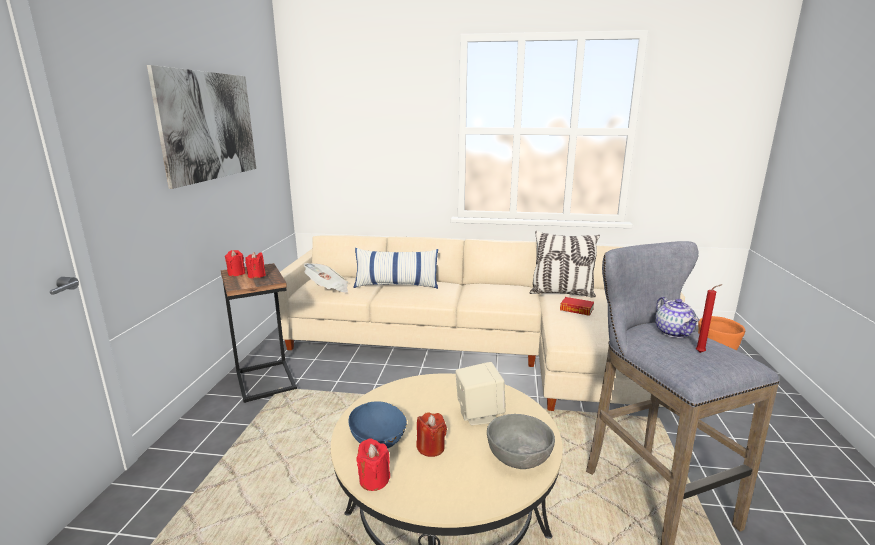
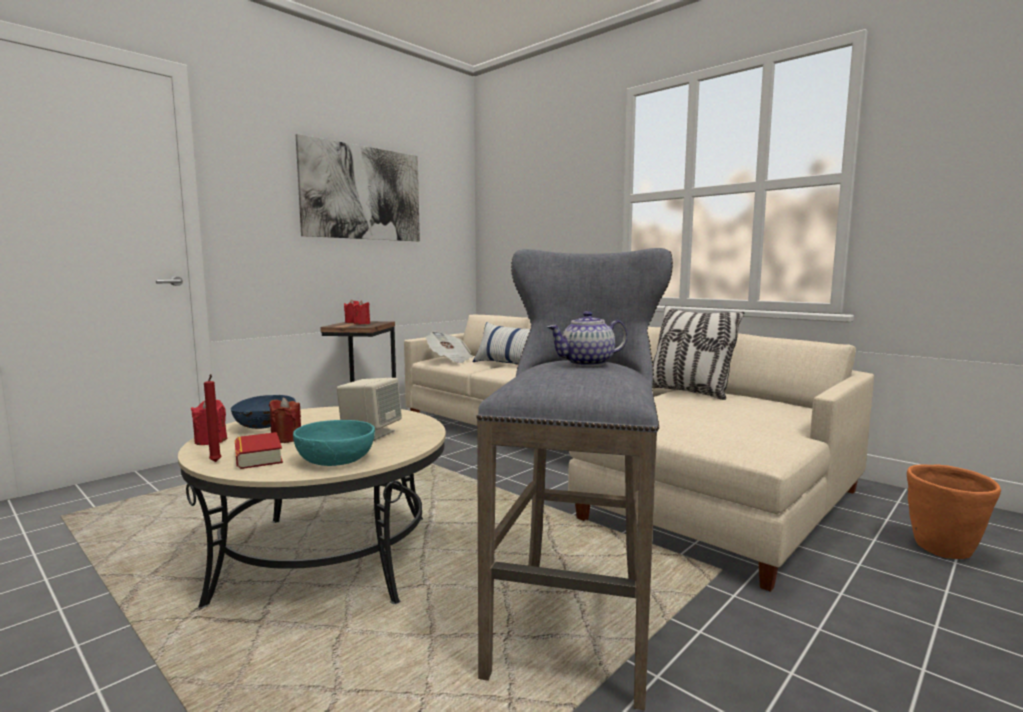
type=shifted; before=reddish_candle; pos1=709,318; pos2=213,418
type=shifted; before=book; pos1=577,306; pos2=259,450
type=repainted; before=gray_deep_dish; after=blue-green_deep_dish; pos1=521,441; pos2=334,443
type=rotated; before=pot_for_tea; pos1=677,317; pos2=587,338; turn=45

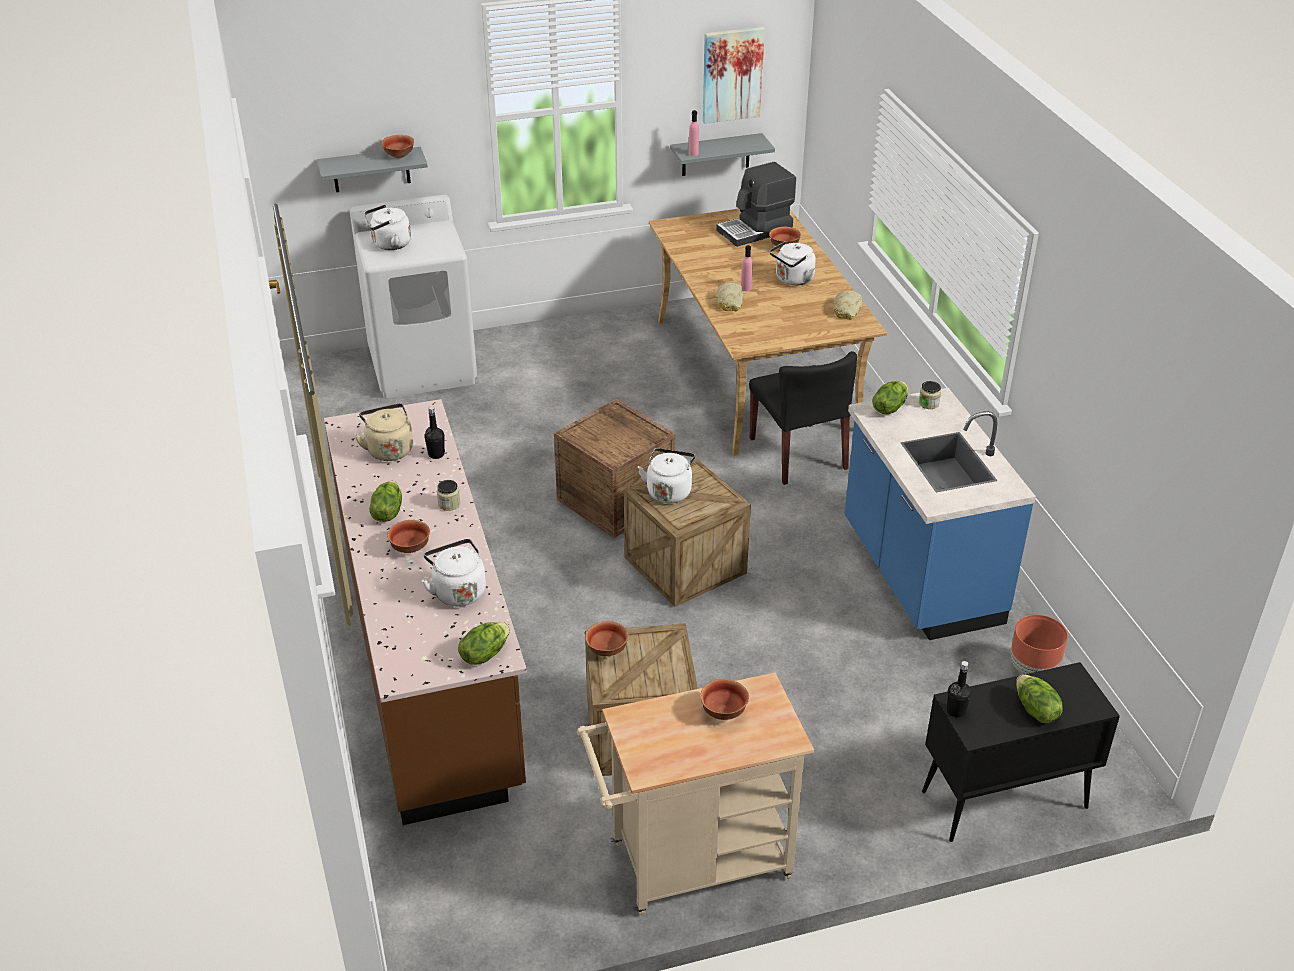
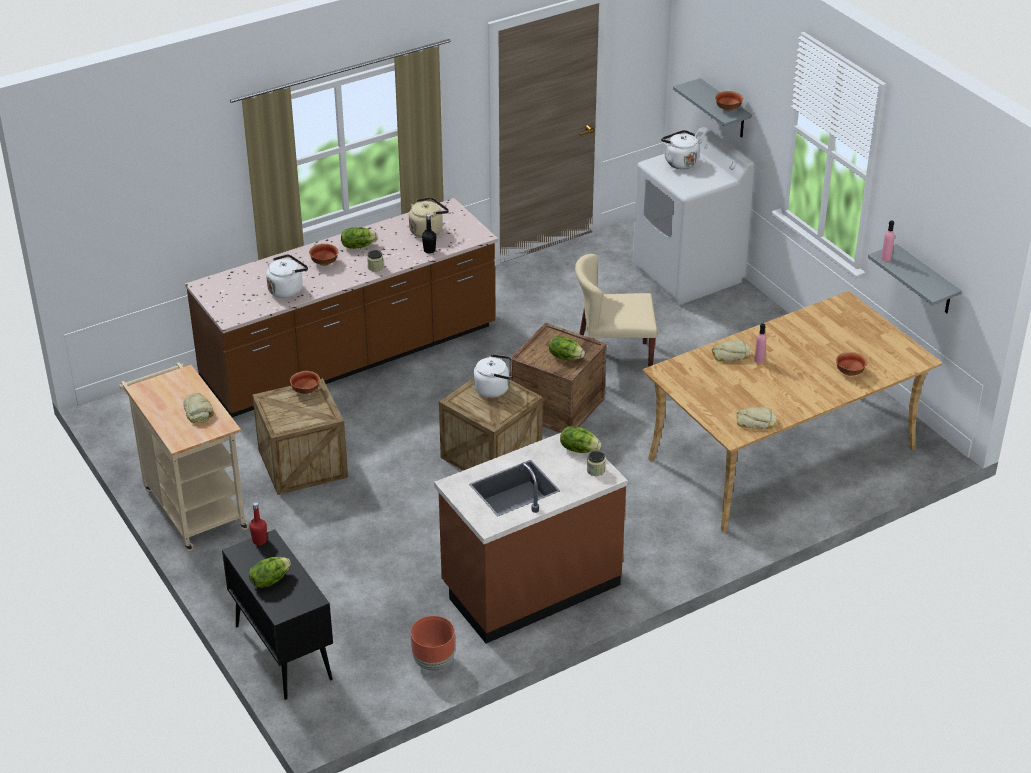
type=swapped; before=deep_dish; after=bread; pos1=724,699; pos2=198,408
type=repainted; before=black-coloured_beverage_bottle; after=reddish_beverage_bottle; pos1=959,689; pos2=258,523
type=repainted; before=blue-coloured_counter; after=brown-coloured_counter; pos1=940,514; pos2=531,537
type=shifted; before=lettuce_head; pos1=484,643; pos2=567,348
type=new; after=sand-coloured_chair; pos2=616,310
type=gone; before=wall_art; pos1=733,75
type=gone; before=coffee_maker; pos1=756,204
type=gone; before=black-coloured_chair; pos1=803,418
type=gone; before=white_tea_kettle; pos1=793,263

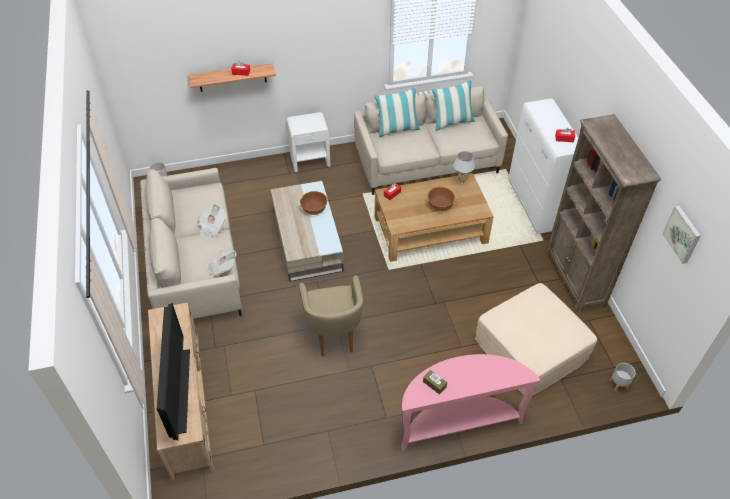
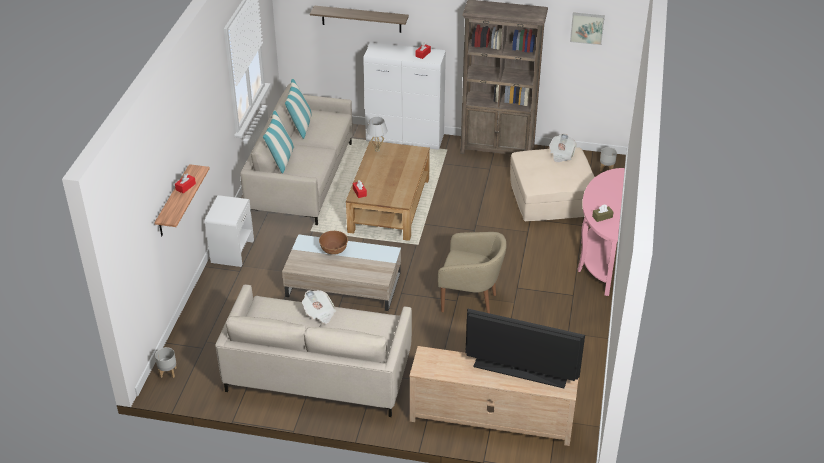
type=new; after=wall_shelf; pos2=359,19
type=shifted; before=printed_paper; pos1=221,262; pos2=563,147
type=gone; before=brown-coloured_deep_dish; pos1=441,199

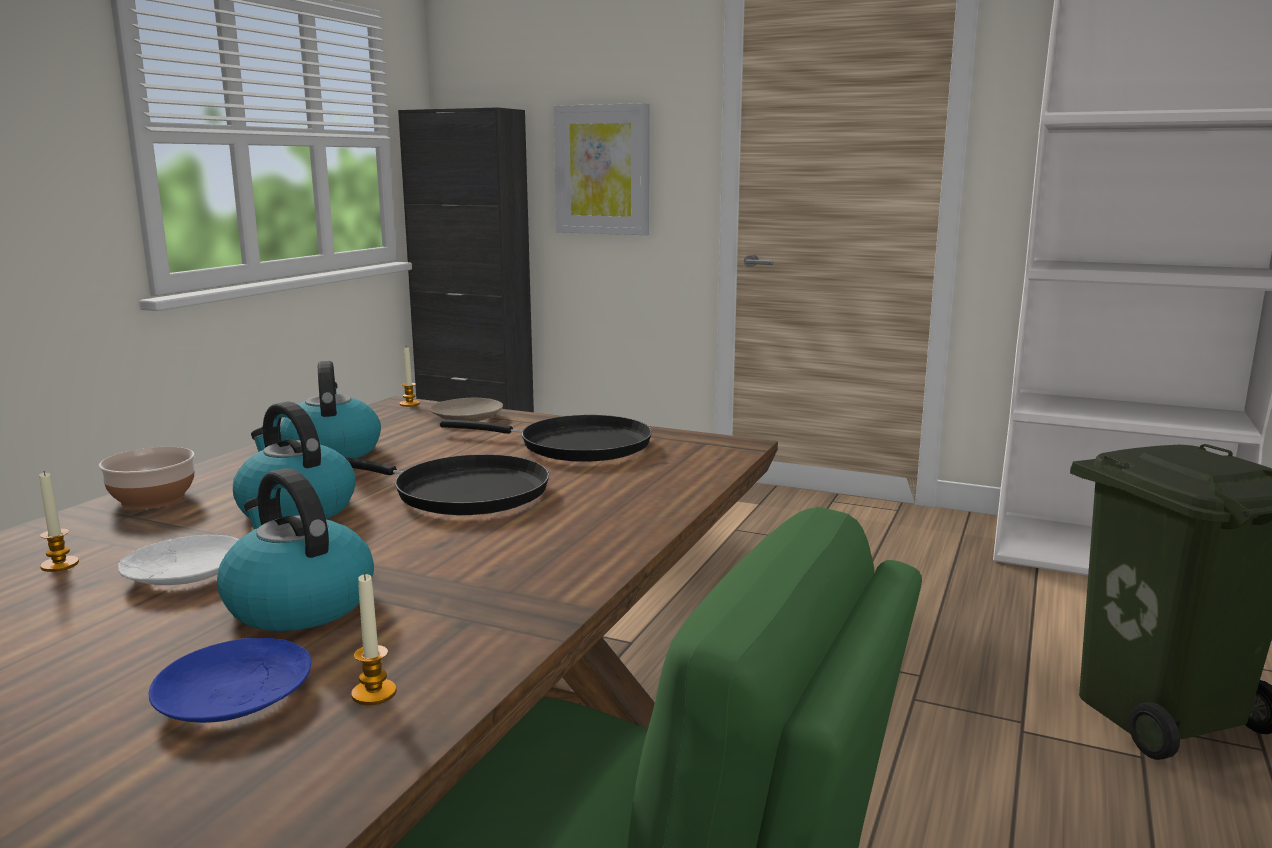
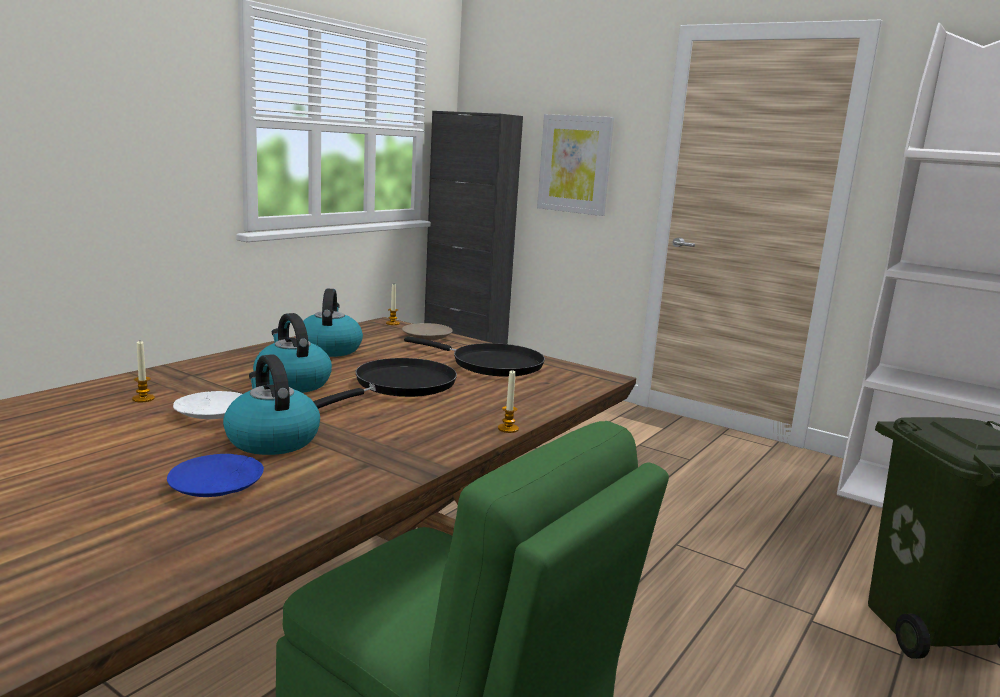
type=rotated; before=black-coloured_frying_pan; pos1=447,484; pos2=385,383; turn=-90
type=shifted; before=candle; pos1=374,639; pos2=508,401
type=gone; before=deep_dish; pos1=147,478

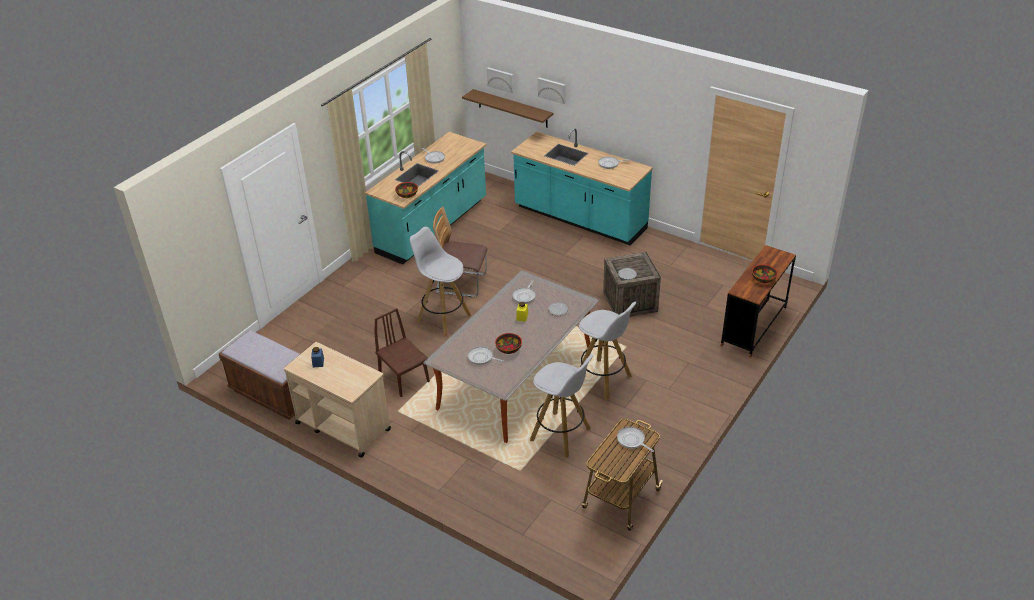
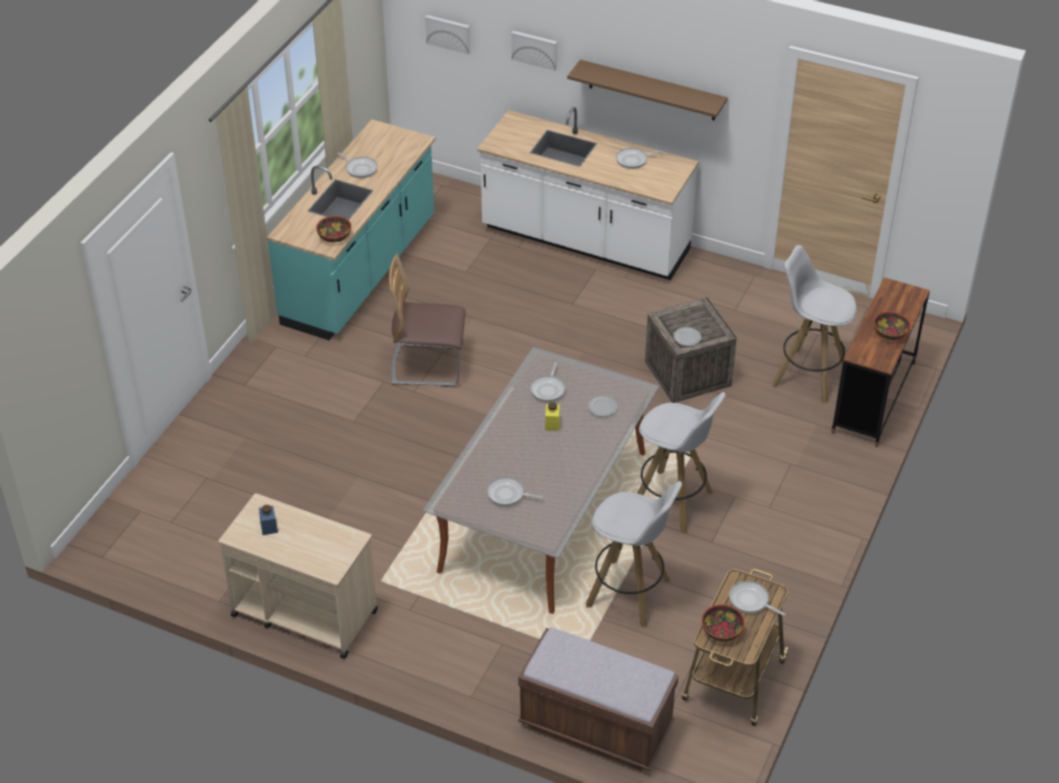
type=repainted; before=blue-green_counter; after=white_counter; pos1=582,187; pos2=588,193
type=shifted; before=brown-coloured_long_seat; pos1=259,375; pos2=598,699
type=shifted; before=brown-coloured_wall_shelf; pos1=507,108; pos2=647,90
type=shifted; before=deep_dish; pos1=508,343; pos2=723,623
type=shifted; before=white_sitting_stool; pos1=440,282; pos2=815,324
type=gone; before=brown-coloured_chair; pos1=402,352

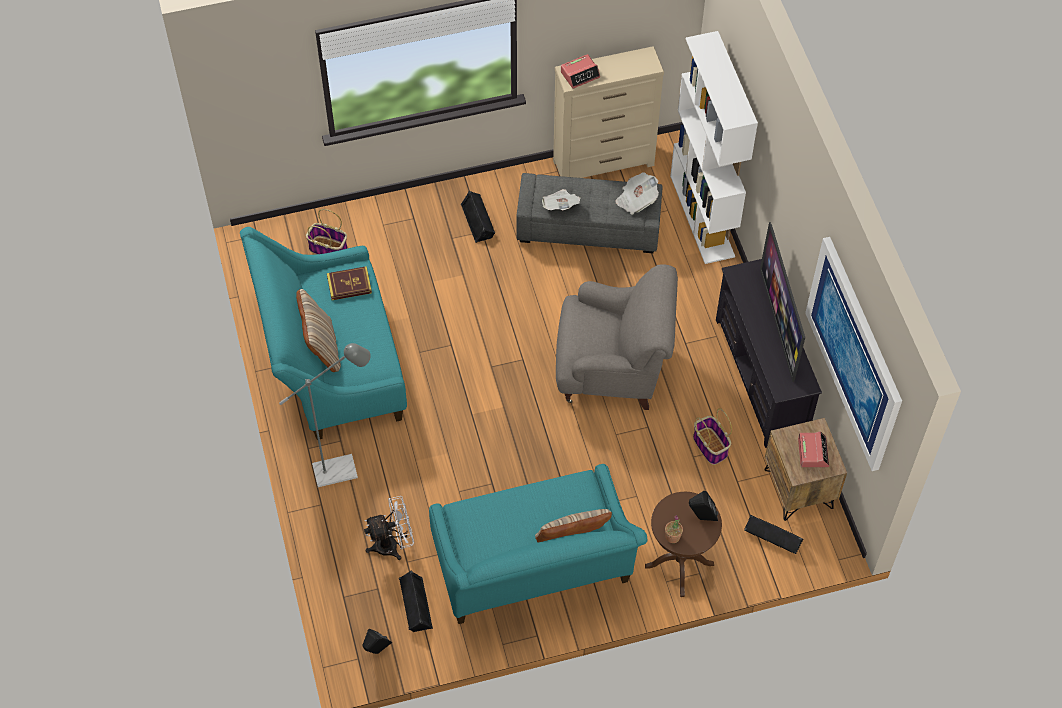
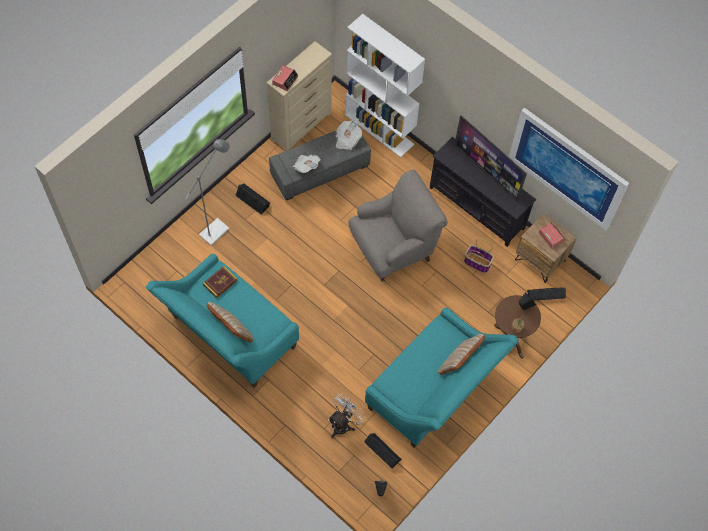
type=shifted; before=gray_standard_lamp; pos1=325,415; pos2=207,192
type=gone; before=household_basket; pos1=327,231

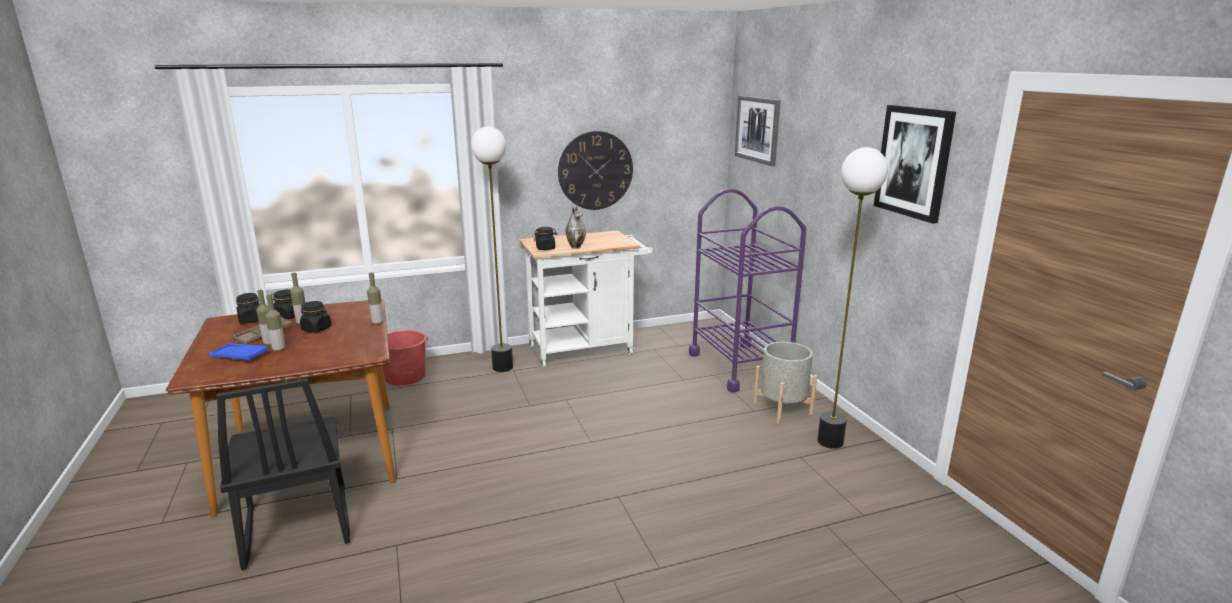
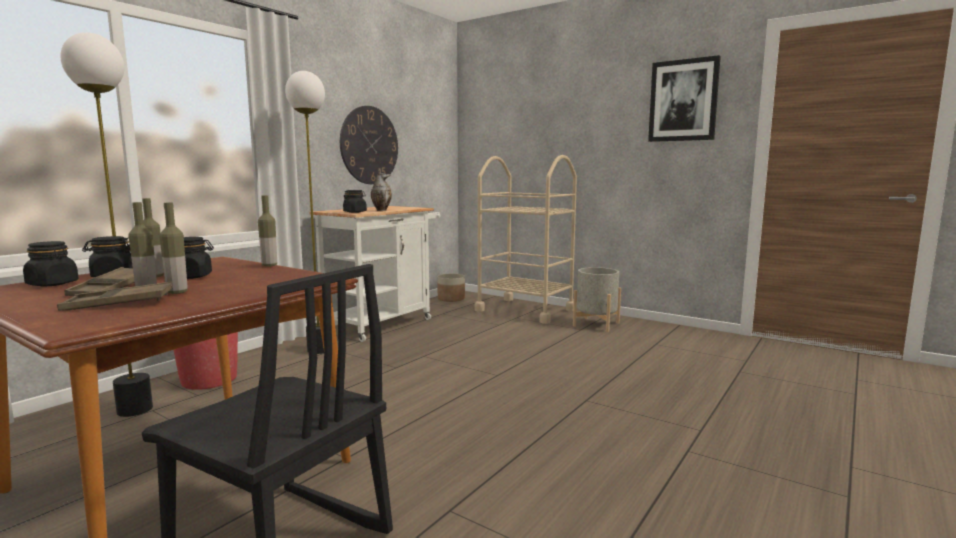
type=repainted; before=blue-coloured_carrying_tray; after=brown-coloured_carrying_tray; pos1=238,352; pos2=115,296
type=shifted; before=standard_lamp; pos1=852,298; pos2=106,224
type=new; after=plant_pot; pos2=451,288
type=repainted; before=purple_wheeled_cart; after=sand-coloured_wheeled_cart; pos1=747,290; pos2=525,239
type=gone; before=wall_art; pos1=758,131

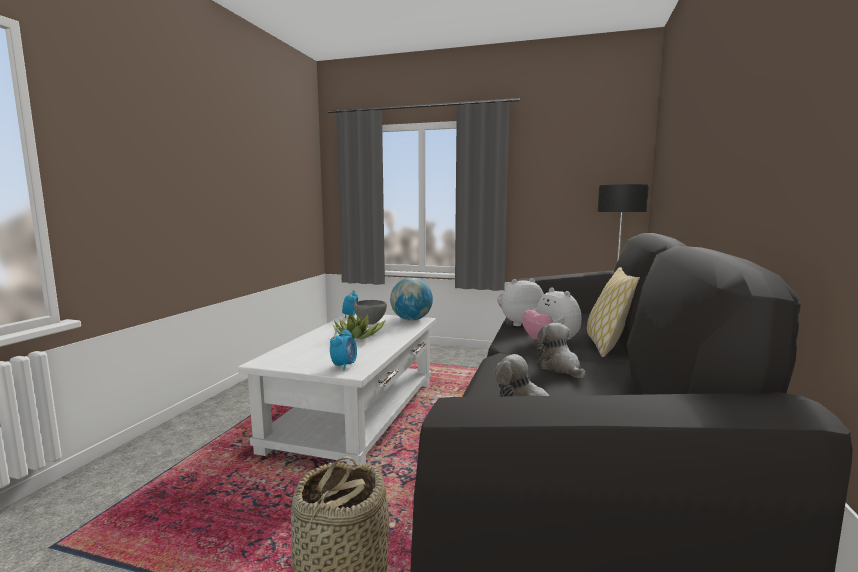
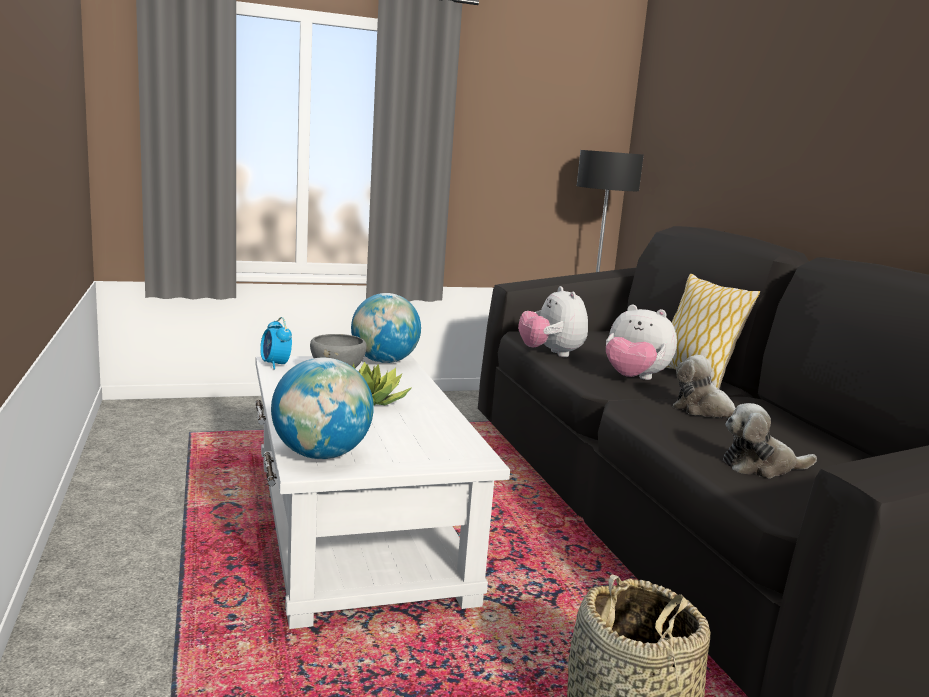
type=new; after=desk_globe; pos2=322,408
type=rotated; before=soft_toy; pos1=520,302; pos2=553,321; turn=-60
type=gone; before=alarm_clock; pos1=343,349

